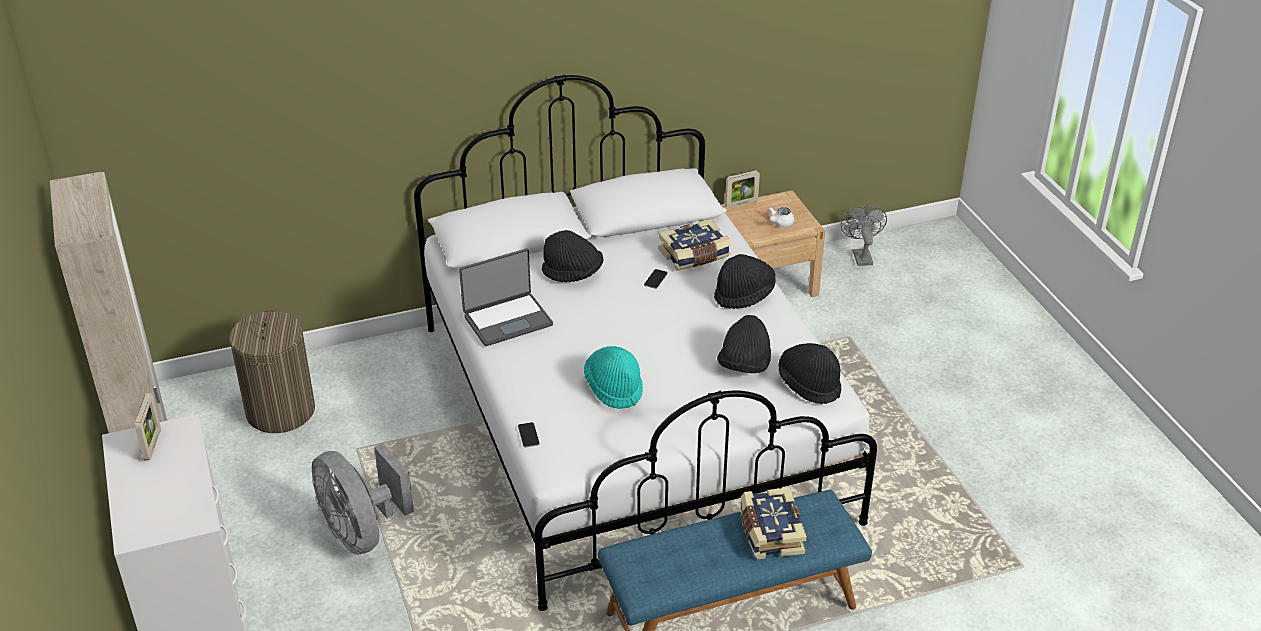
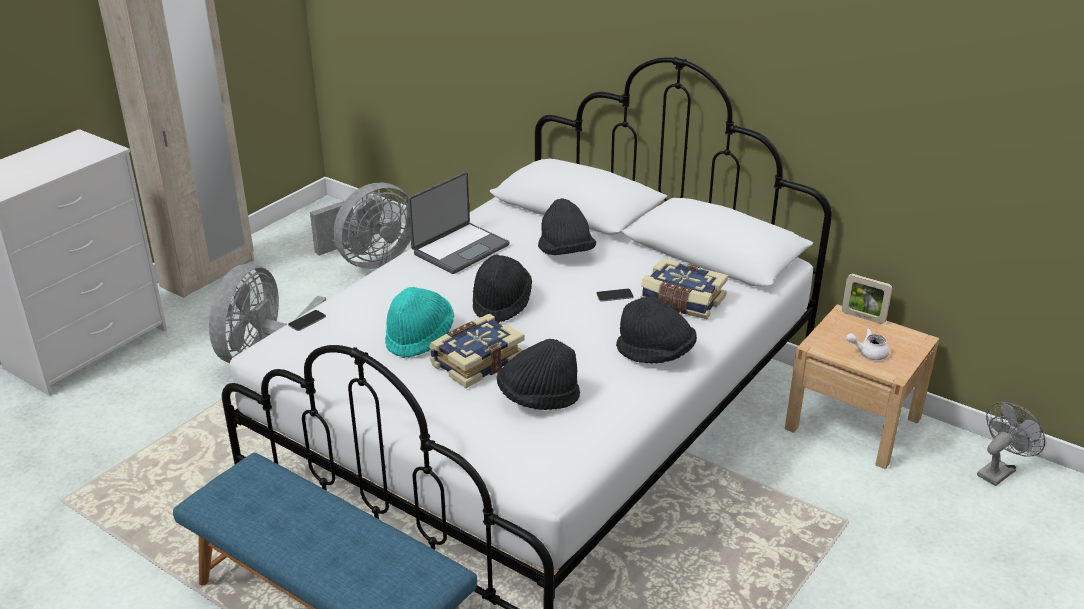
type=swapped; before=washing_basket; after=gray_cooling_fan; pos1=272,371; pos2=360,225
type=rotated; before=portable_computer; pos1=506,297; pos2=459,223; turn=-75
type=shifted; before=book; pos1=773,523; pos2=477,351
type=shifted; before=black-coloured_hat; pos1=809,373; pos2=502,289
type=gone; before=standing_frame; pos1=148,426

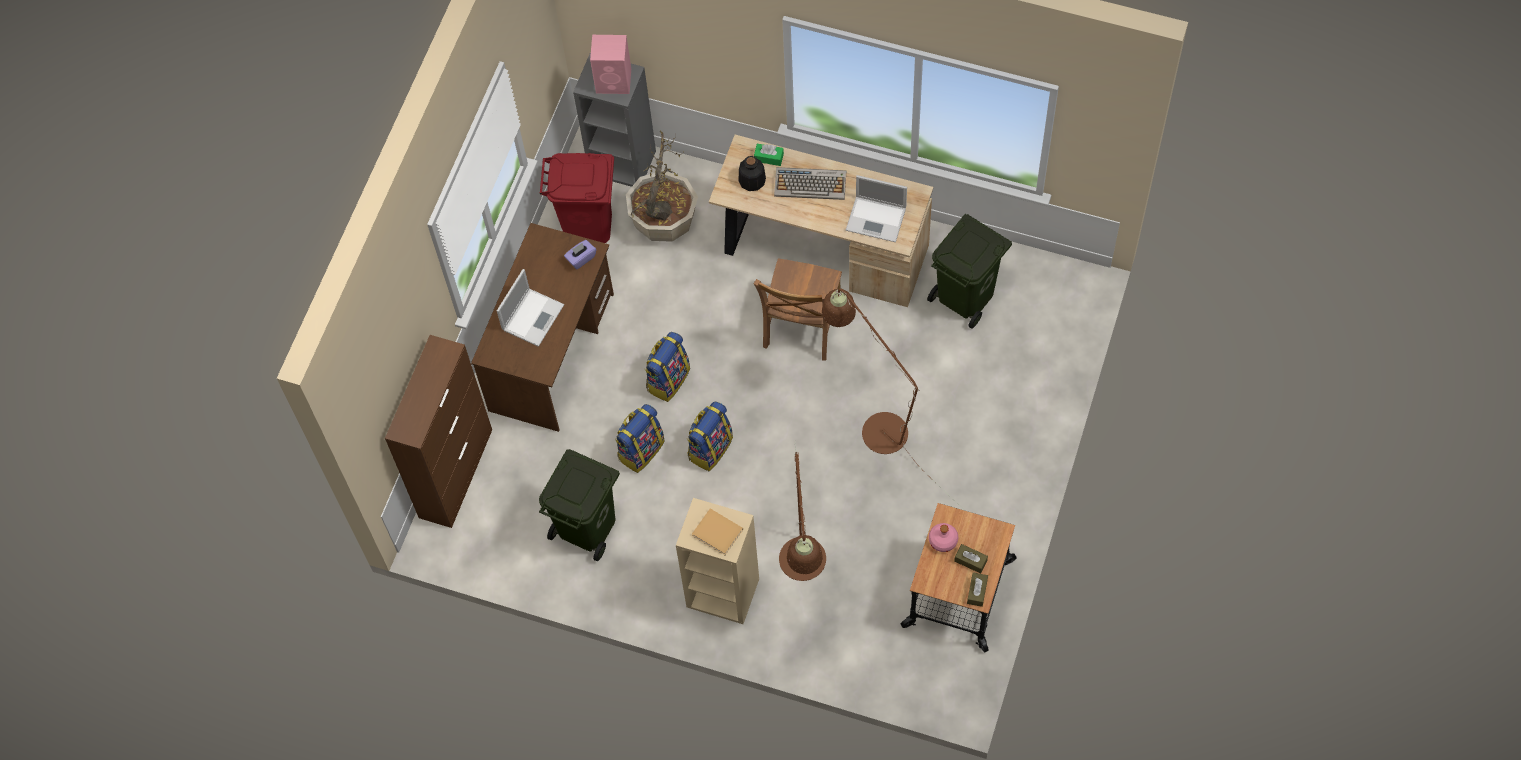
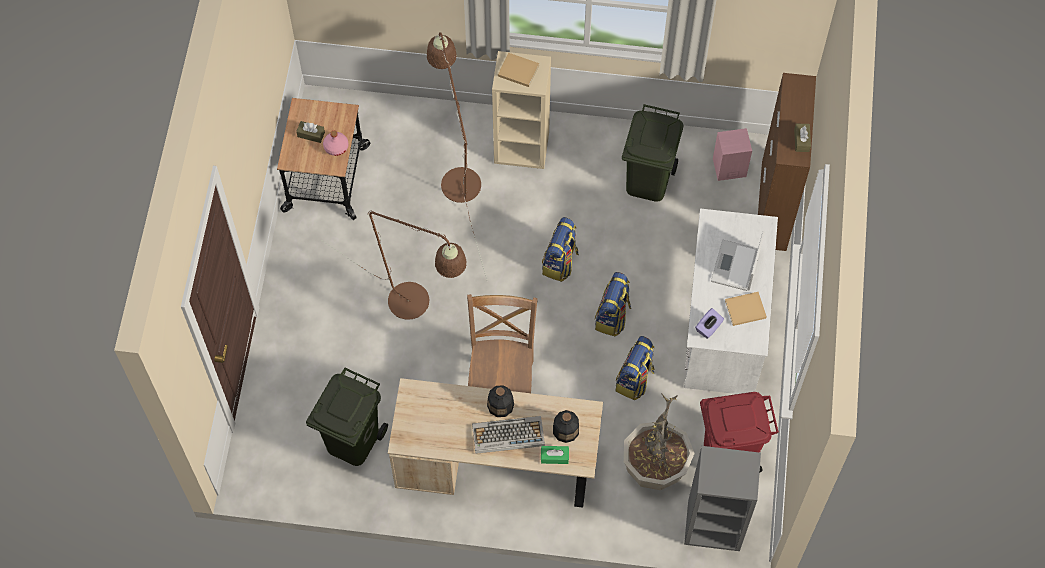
type=new; after=beverage_bottle; pos2=500,401
type=shifted; before=backpack; pos1=640,438; pos2=635,368
type=repainted; before=brown-coloured_desk_table; after=white_desk_table; pos1=542,327; pos2=731,301
type=shifted; before=pink_loudspeaker; pos1=610,64; pos2=732,154
type=new; after=sand-coloured_book; pos2=746,309
type=shifted; before=brown-coloured_box_of_tissues; pos1=977,589; pos2=802,138
type=gone; before=portable_computer; pos1=876,208

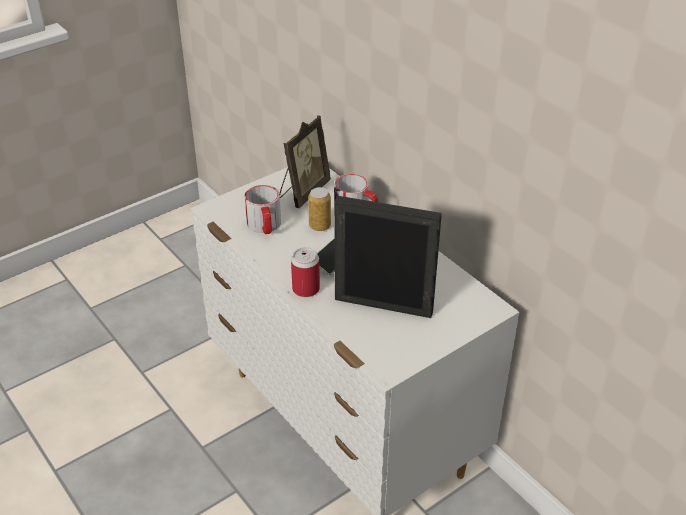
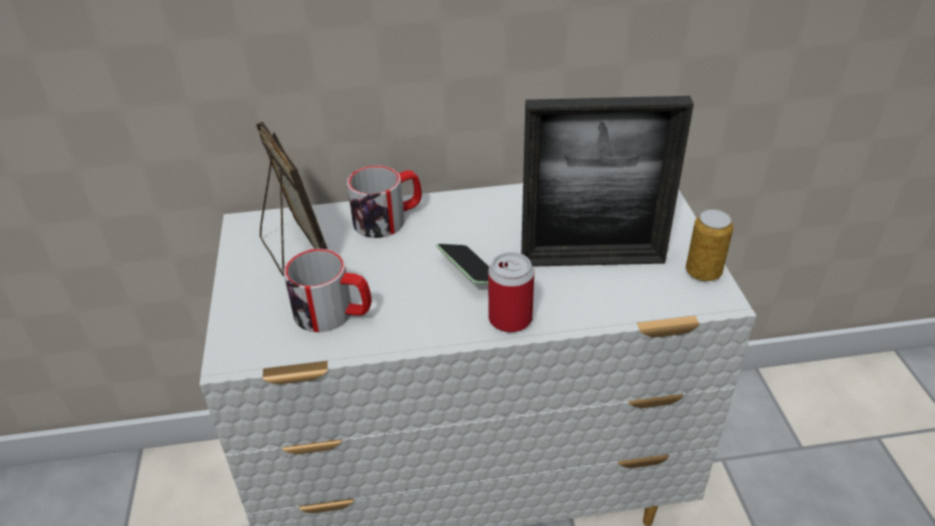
type=rotated; before=standing_frame; pos1=388,257; pos2=607,181; turn=-135
type=shifted; before=sealed_can; pos1=319,209; pos2=709,245

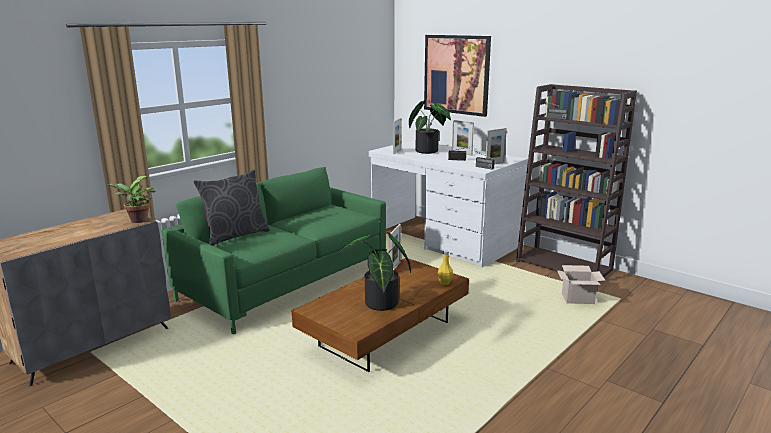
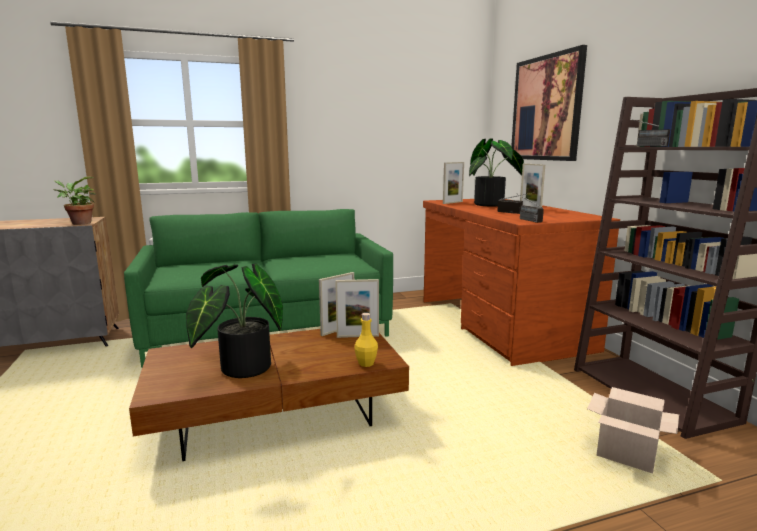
type=shifted; before=standing_frame; pos1=496,146; pos2=357,308
type=repainted; before=white_desk_table; after=brown-coloured_desk_table; pos1=448,204; pos2=521,282
type=gone; before=gray_cushion; pos1=231,207

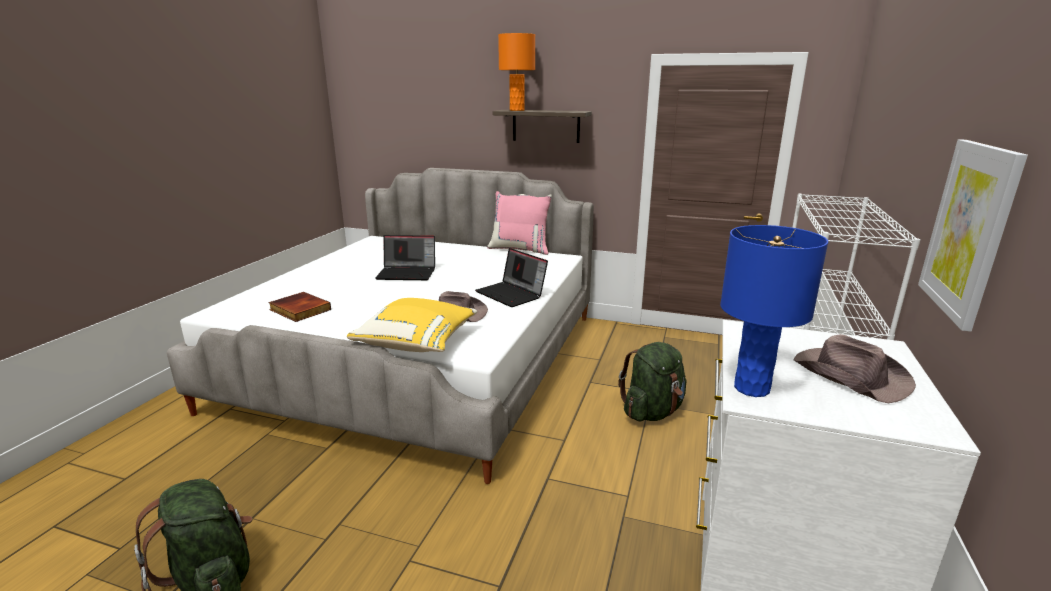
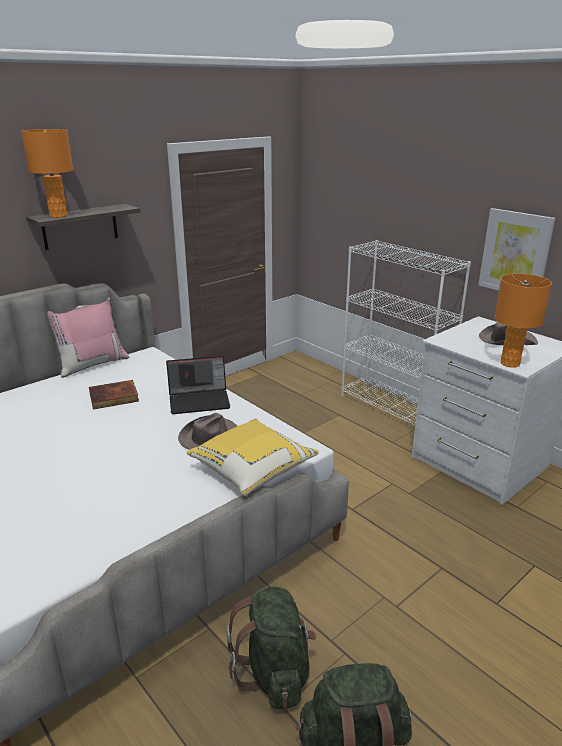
type=shifted; before=book; pos1=299,307; pos2=114,394
type=shifted; before=green-coloured_backpack; pos1=652,381; pos2=271,648
type=repainted; before=blue-coloured_table_lamp; after=orange_table_lamp; pos1=774,311; pos2=523,321
type=gone; before=portable_computer; pos1=405,257

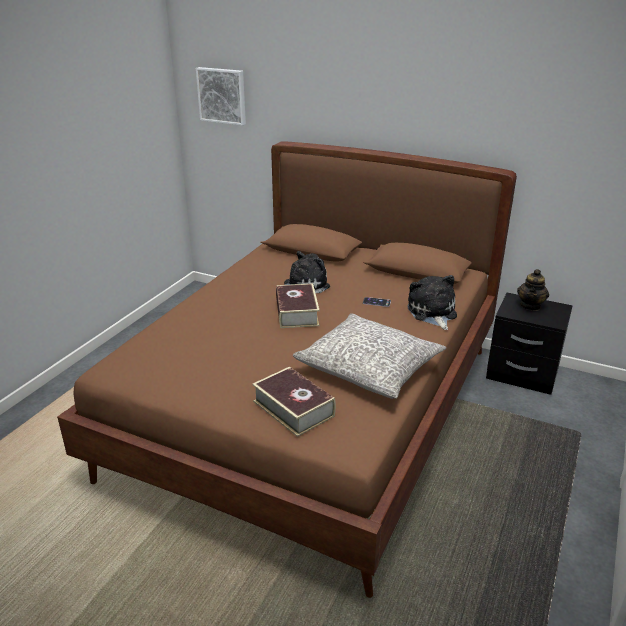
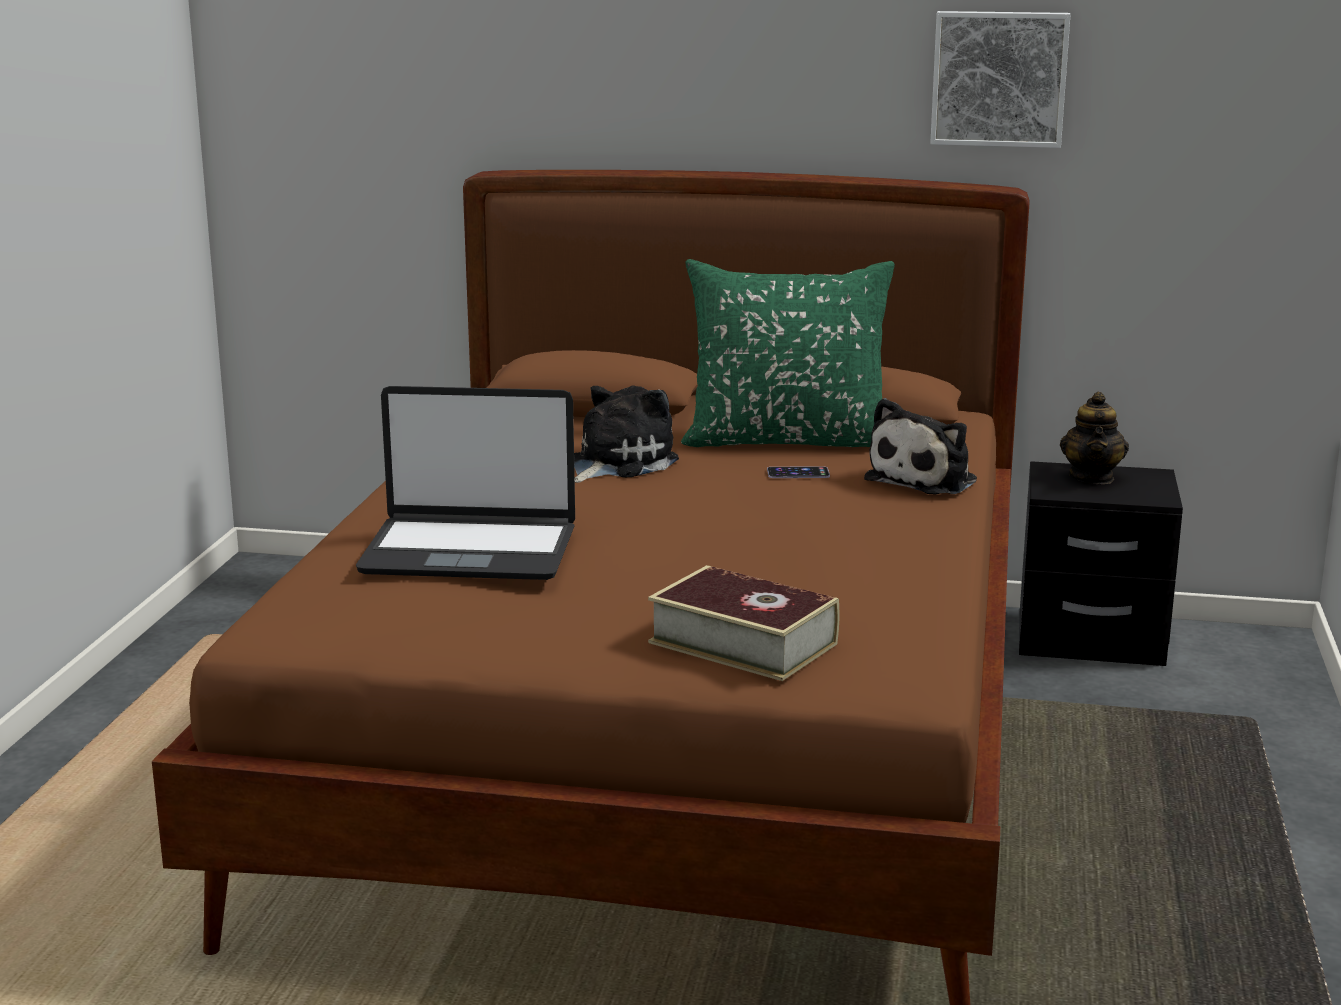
type=new; after=portable_computer; pos2=465,483
type=new; after=green-coloured_cushion; pos2=788,353
type=rotated; before=soft_toy; pos1=432,302; pos2=920,446; turn=-120
type=shifted; before=wall_art; pos1=221,96; pos2=1000,79
type=gone; before=book; pos1=297,306
type=gone; before=gray_cushion; pos1=369,356

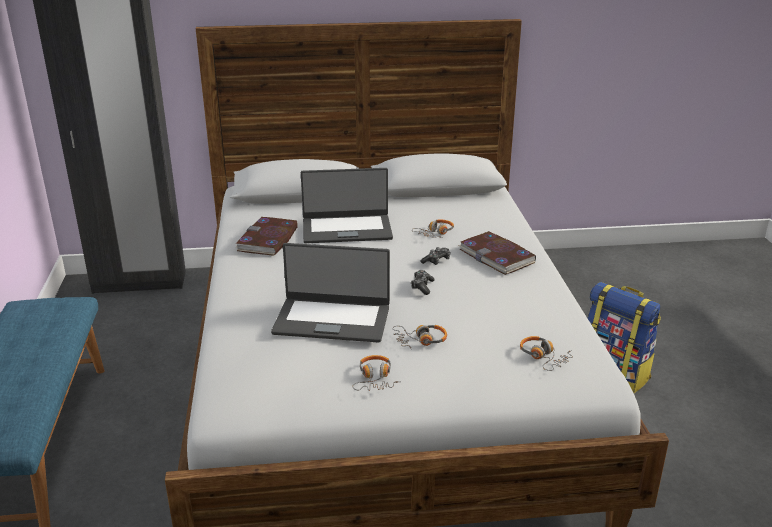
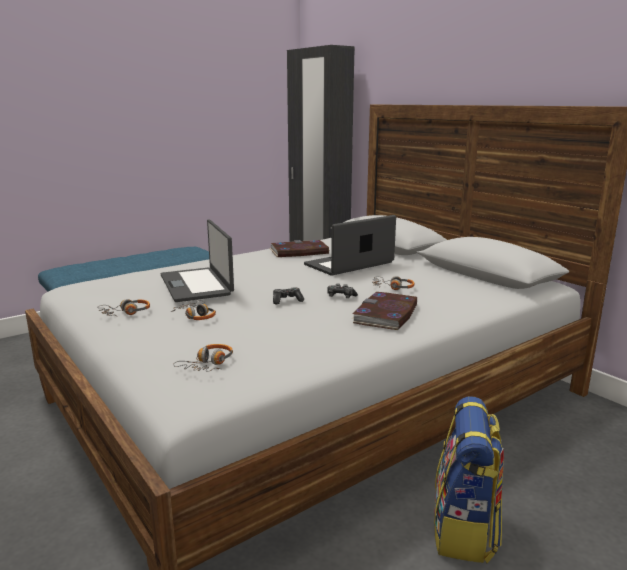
type=rotated; before=portable_computer; pos1=347,205; pos2=350,245; turn=90

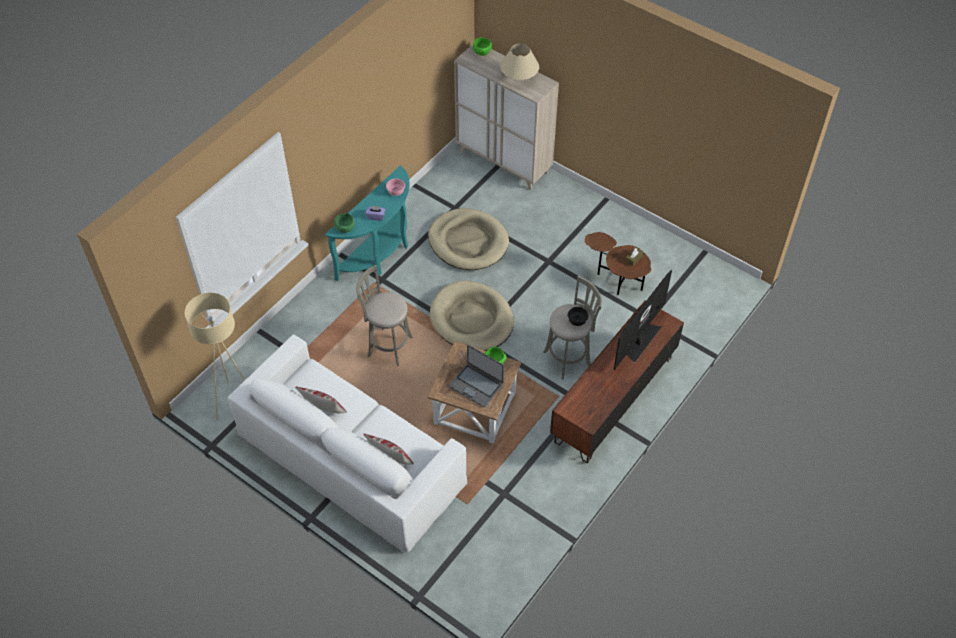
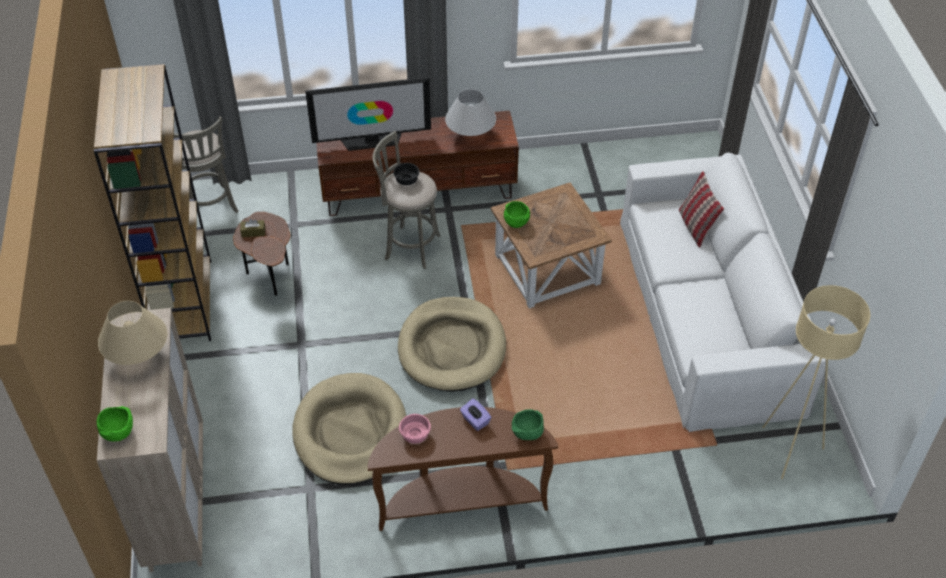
type=new; after=brown-coloured_bookcase; pos2=152,202
type=shifted; before=gray_sitting_stool; pos1=384,315; pos2=206,165
type=repainted; before=blue-green_narrow_table; after=brown-coloured_narrow_table; pos1=367,223; pos2=463,469
type=new; after=white_table_lamp; pos2=470,112
type=gone; before=cushion; pos1=321,400
type=gone; before=portable_computer; pos1=476,376

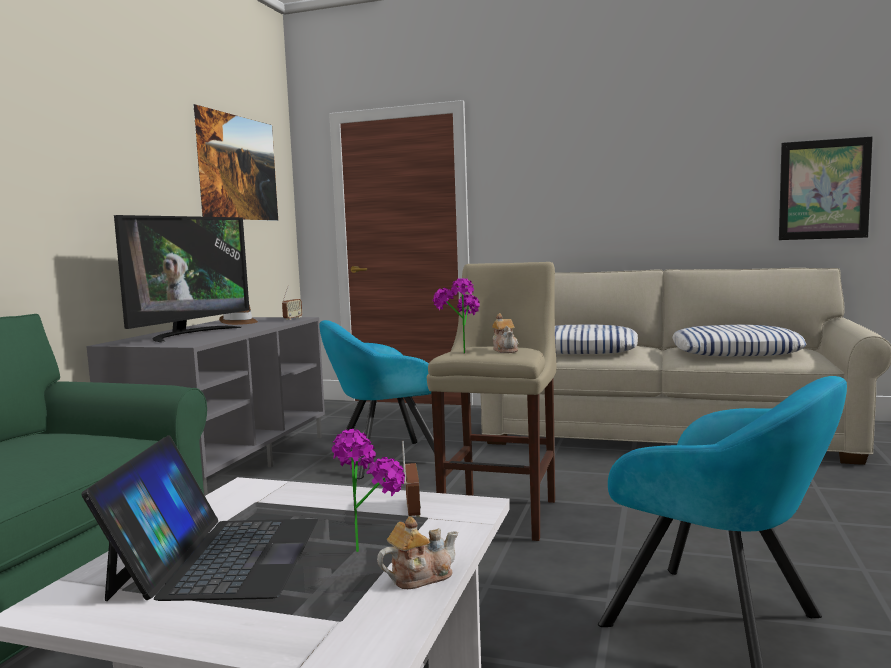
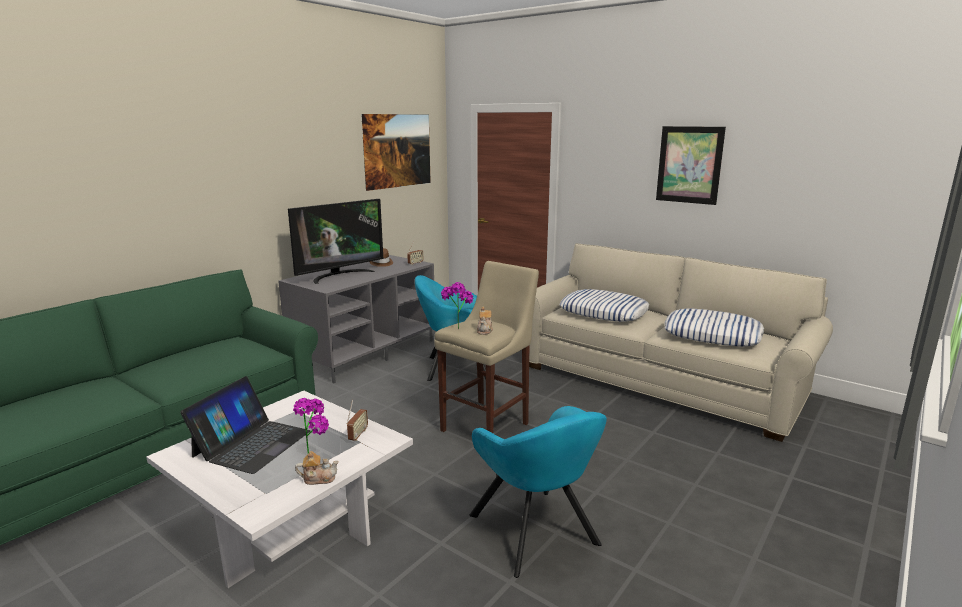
type=shifted; before=wall_art; pos1=826,188; pos2=691,165

